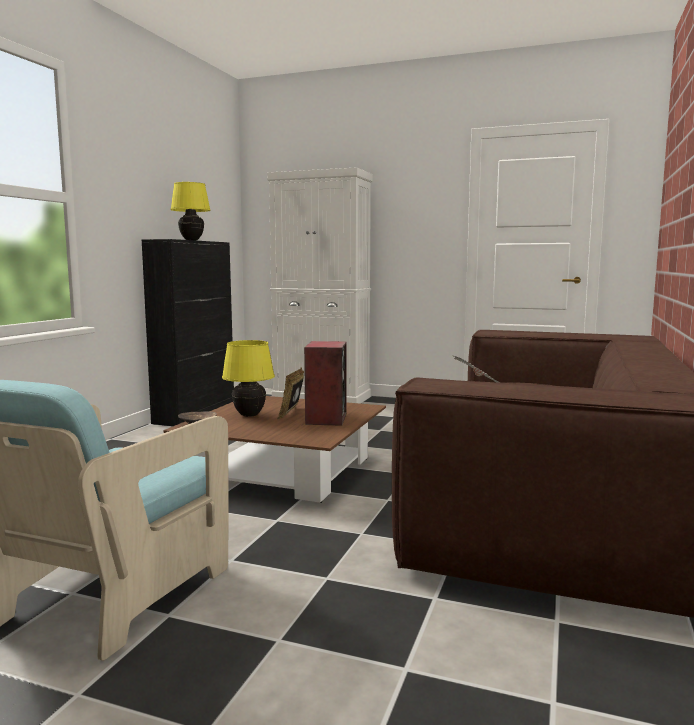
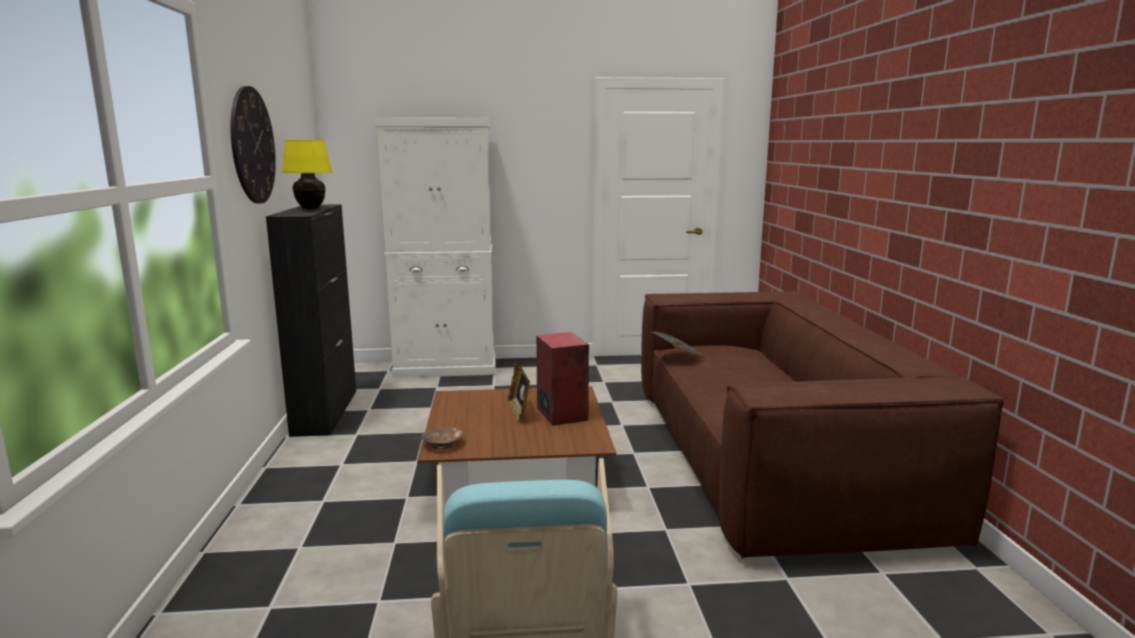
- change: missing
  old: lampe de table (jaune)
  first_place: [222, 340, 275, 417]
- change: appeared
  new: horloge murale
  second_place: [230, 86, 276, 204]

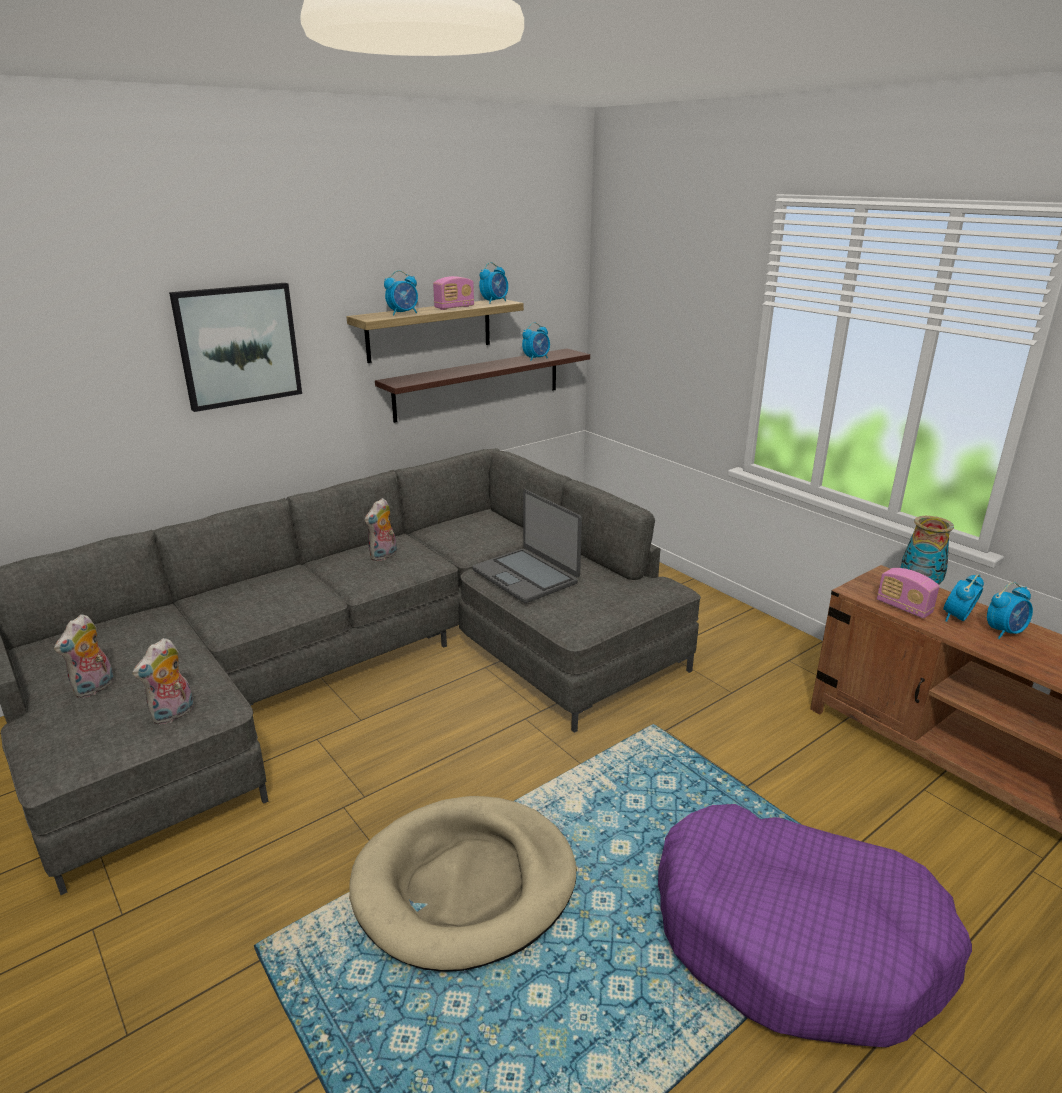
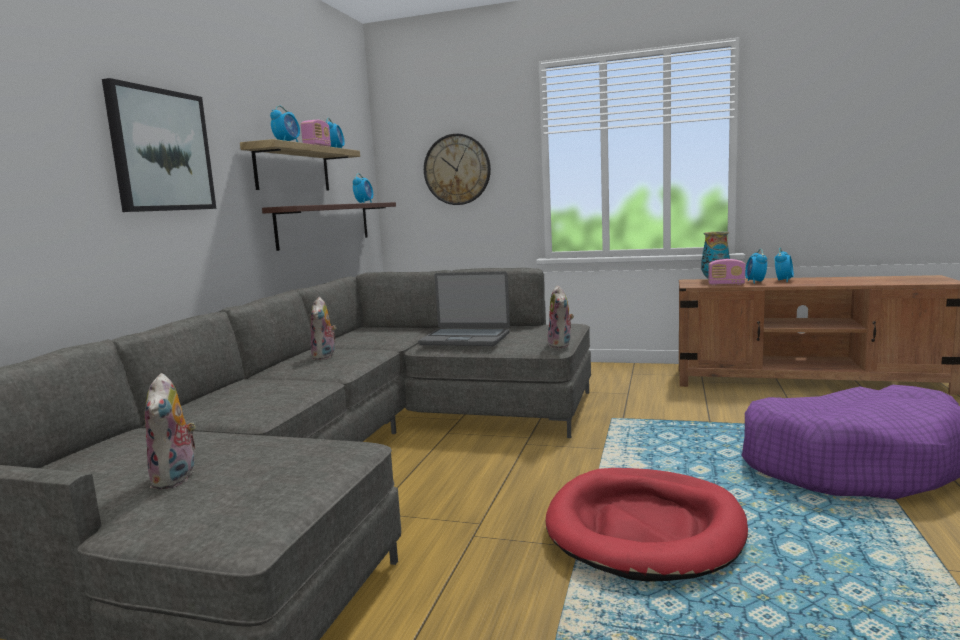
- change: relocated
  old: peluche
  first_place: [132, 638, 194, 725]
  second_place: [548, 285, 574, 348]
- change: colour
  old: panier pour chien (beige)
  new: panier pour chien (rouge)
  first_place: [349, 796, 576, 972]
  second_place: [546, 468, 748, 582]
- change: appeared
  new: horloge murale
  second_place: [424, 134, 491, 205]

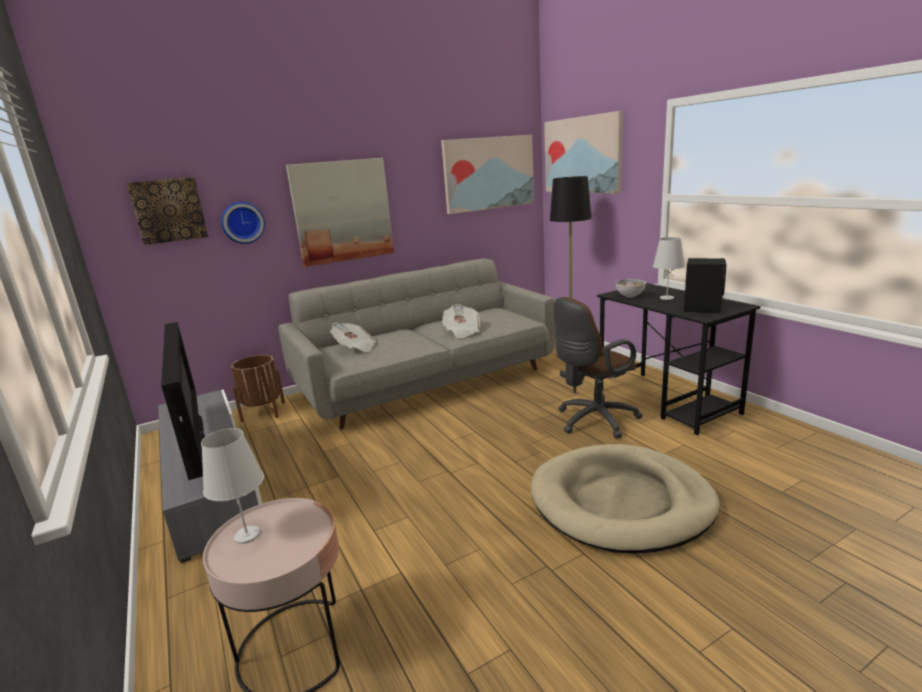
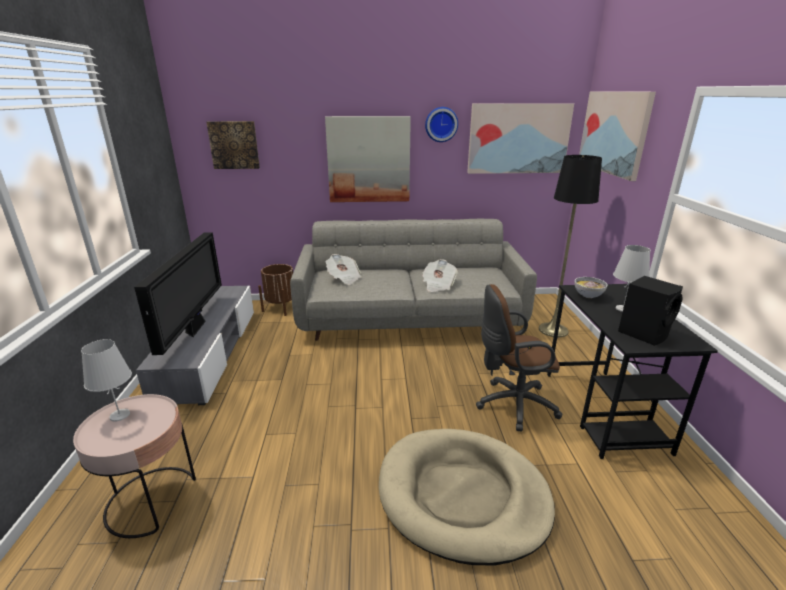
- change: relocated
  old: horloge murale
  first_place: [221, 202, 265, 244]
  second_place: [425, 107, 458, 142]

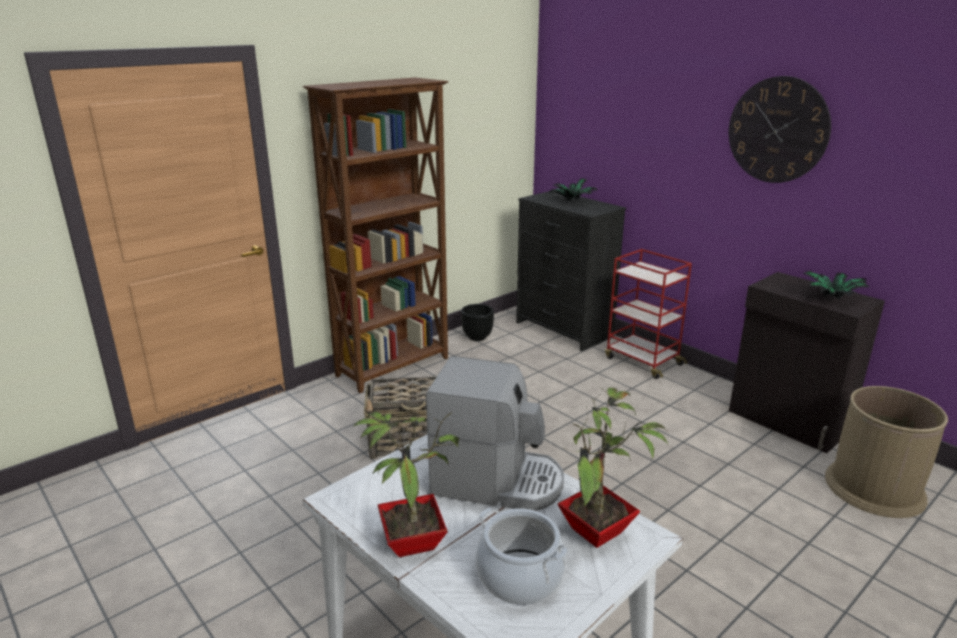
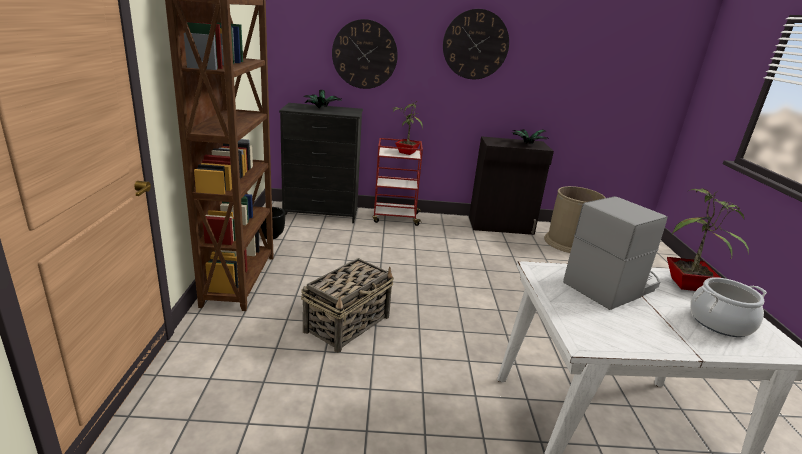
- change: relocated
  old: plante en pot
  first_place: [354, 409, 459, 557]
  second_place: [391, 100, 423, 155]
- change: appeared
  new: horloge murale
  second_place: [332, 19, 398, 89]

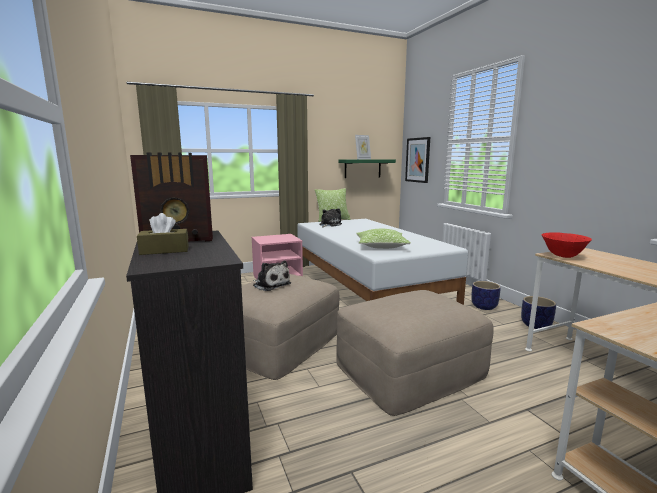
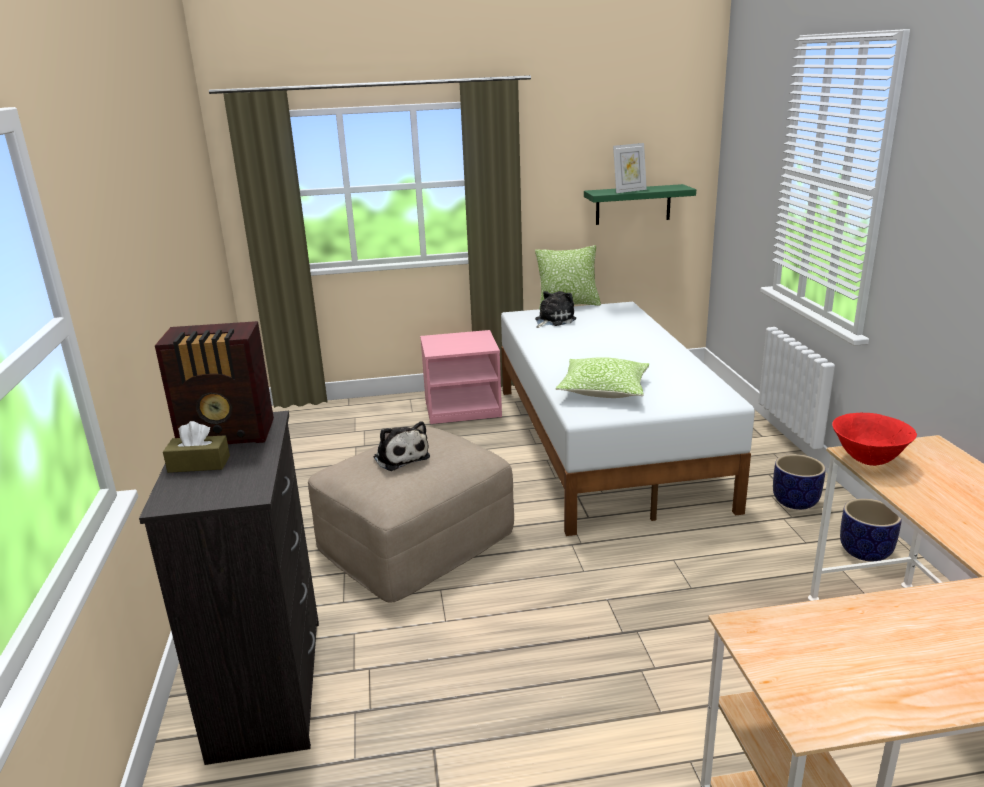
- change: missing
  old: tableau
  first_place: [405, 137, 430, 183]
- change: missing
  old: pouf (beige)
  first_place: [336, 290, 494, 416]

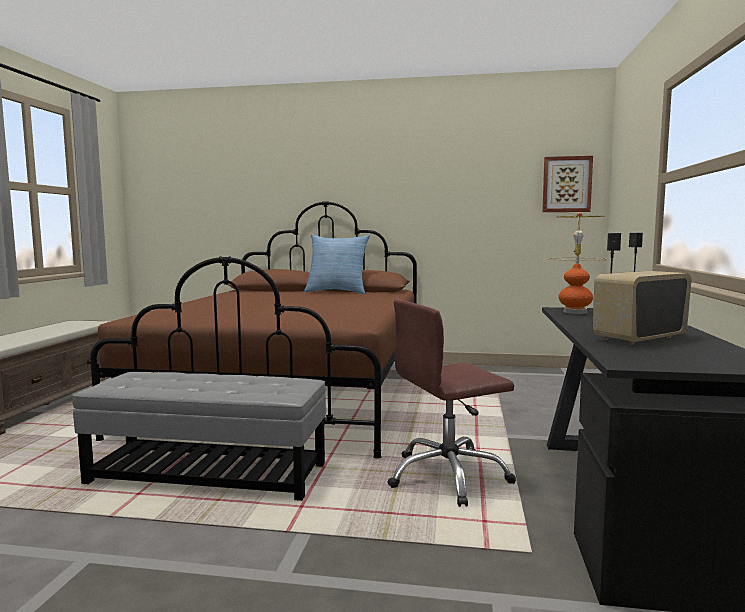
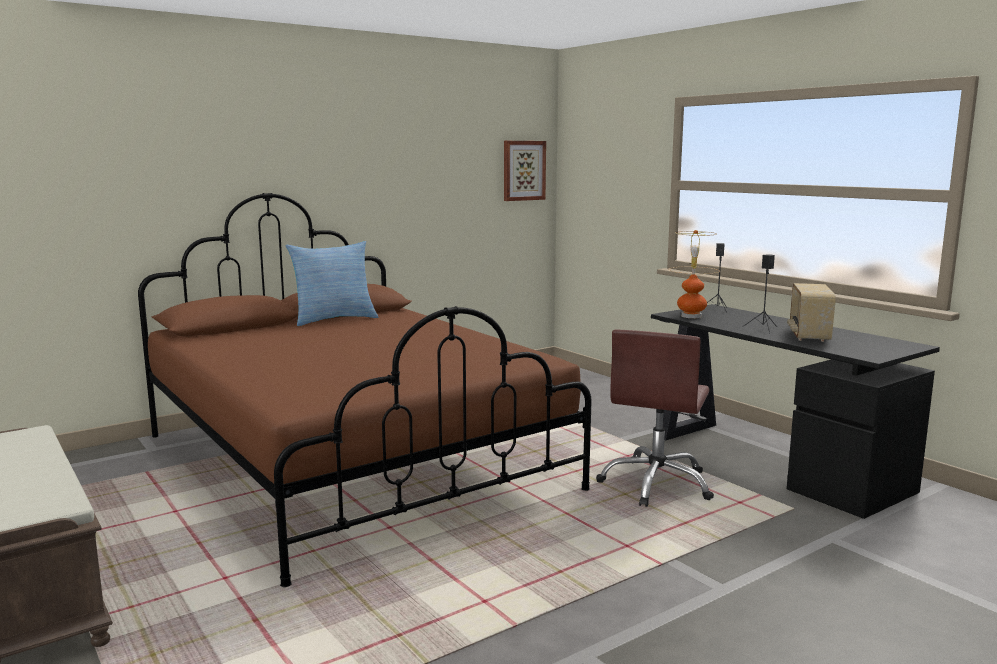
- change: missing
  old: pouf (gris)
  first_place: [72, 372, 326, 501]

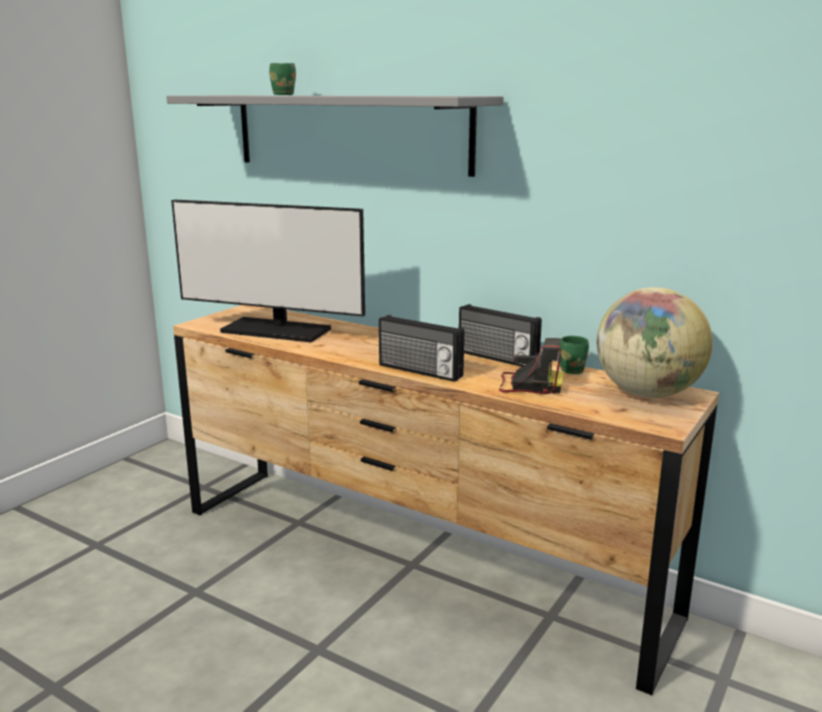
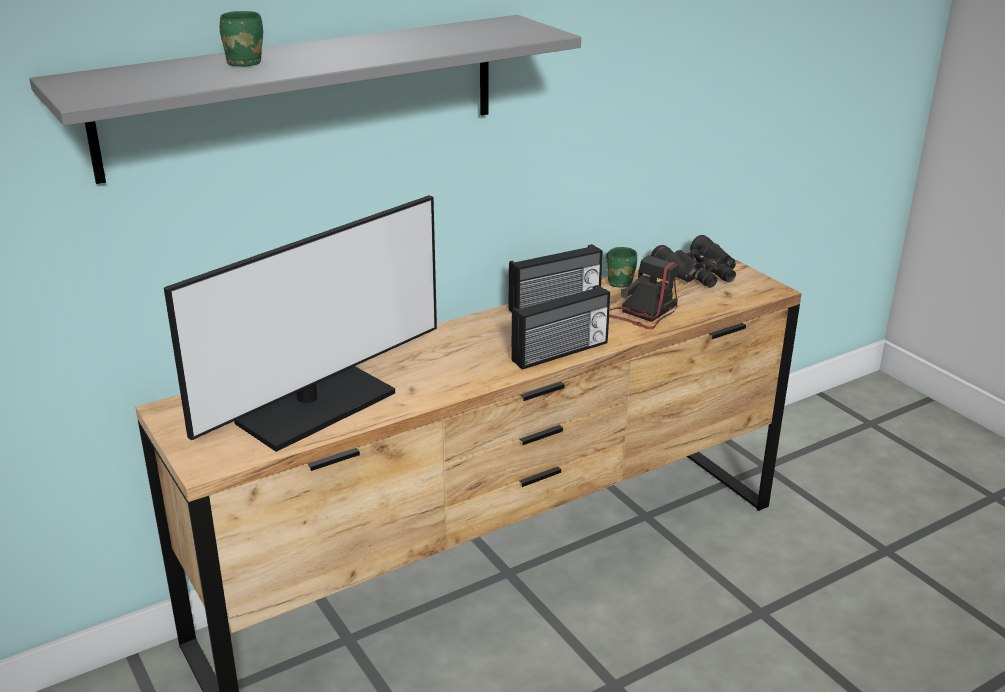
- change: exchanged
  old: globe
  new: jumelles (noir)
  first_place: [597, 287, 713, 398]
  second_place: [651, 235, 736, 288]

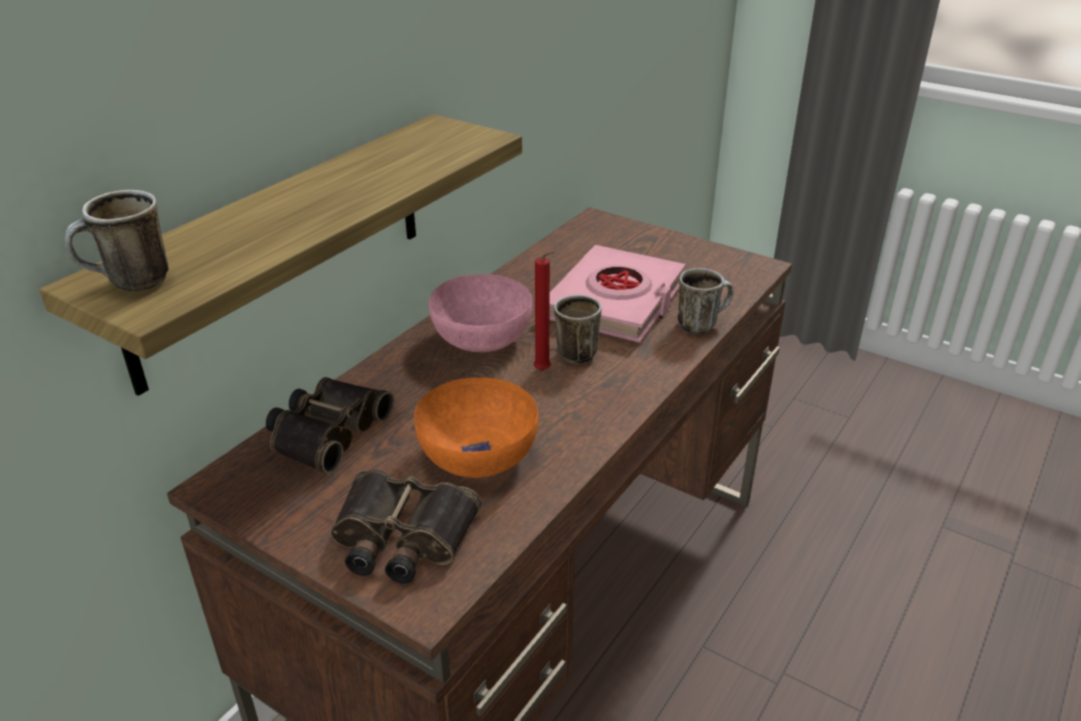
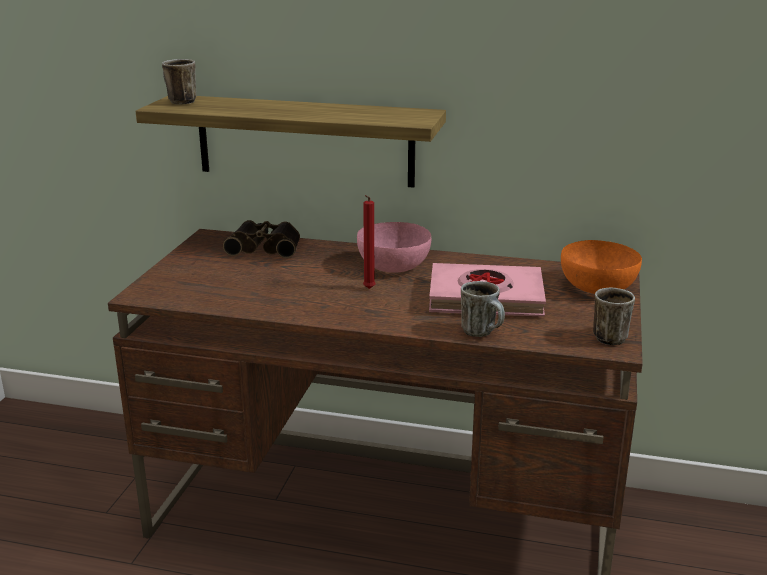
- change: relocated
  old: mug
  first_place: [554, 294, 602, 364]
  second_place: [593, 288, 635, 345]
- change: relocated
  old: bol (orange)
  first_place: [414, 378, 538, 478]
  second_place: [561, 240, 642, 294]
- change: missing
  old: jumelles
  first_place: [330, 470, 481, 584]

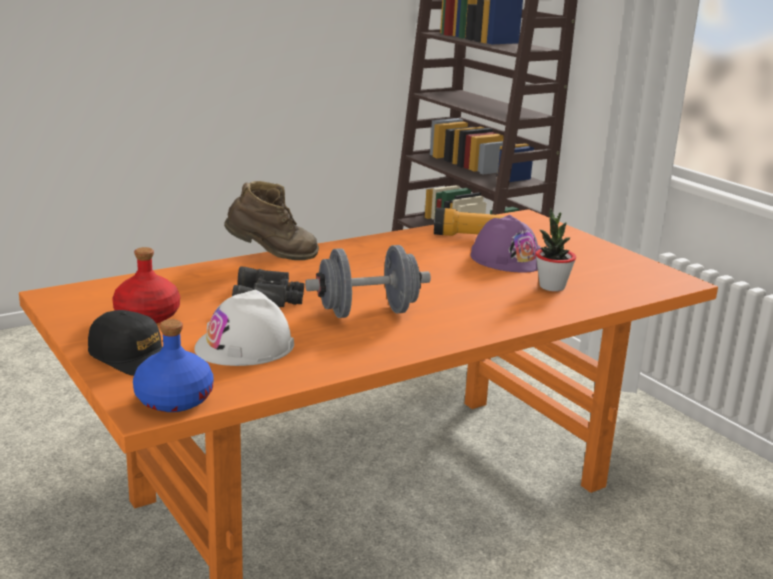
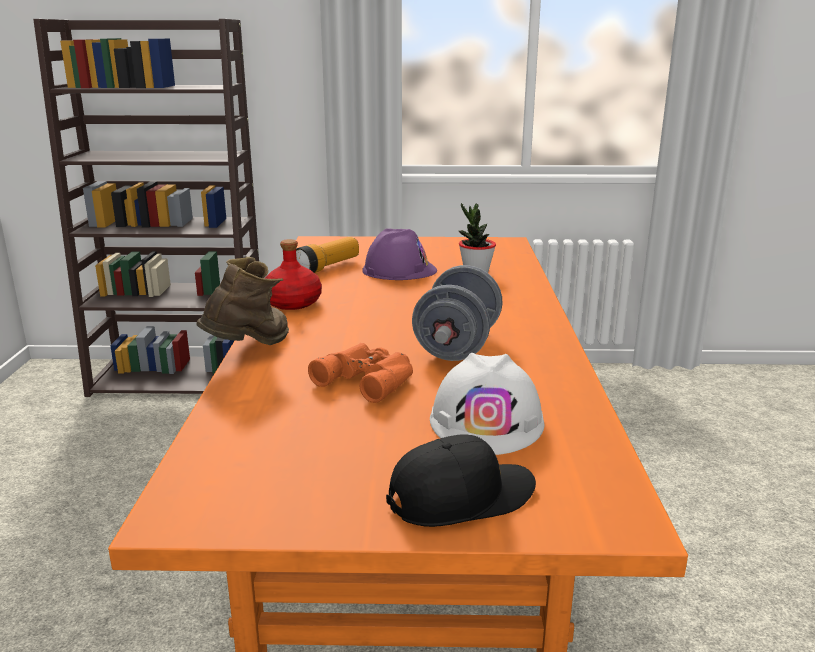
- change: relocated
  old: bouteille (rouge)
  first_place: [113, 247, 180, 323]
  second_place: [265, 239, 322, 310]
- change: colour
  old: jumelles (noir)
  new: jumelles (orange)
  first_place: [232, 266, 304, 307]
  second_place: [308, 343, 413, 403]
- change: missing
  old: bouteille (bleu)
  first_place: [133, 319, 213, 412]

